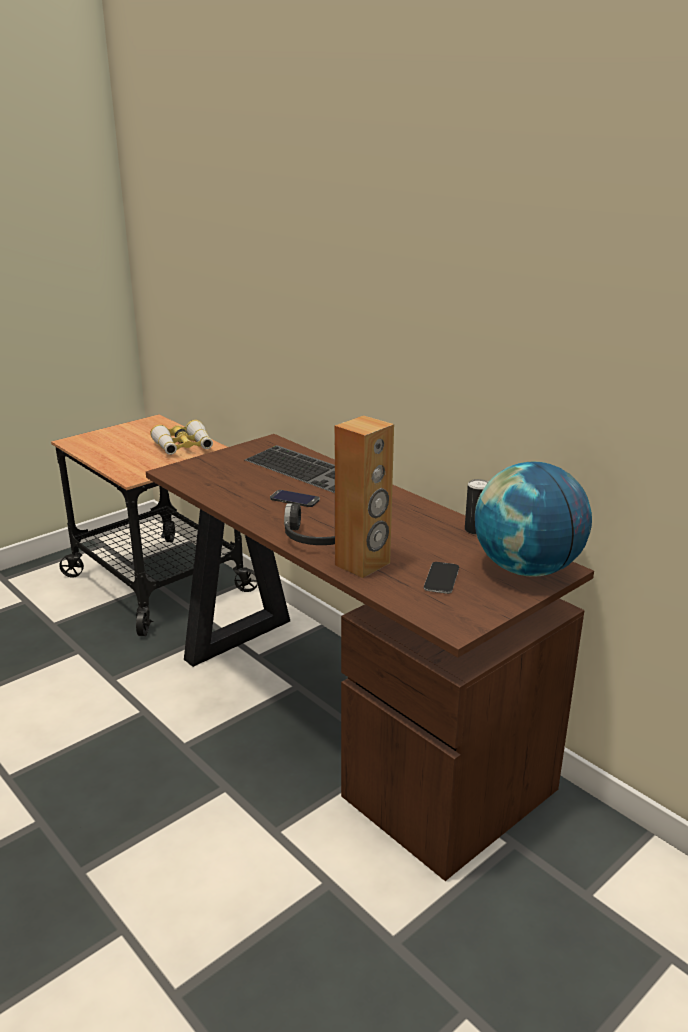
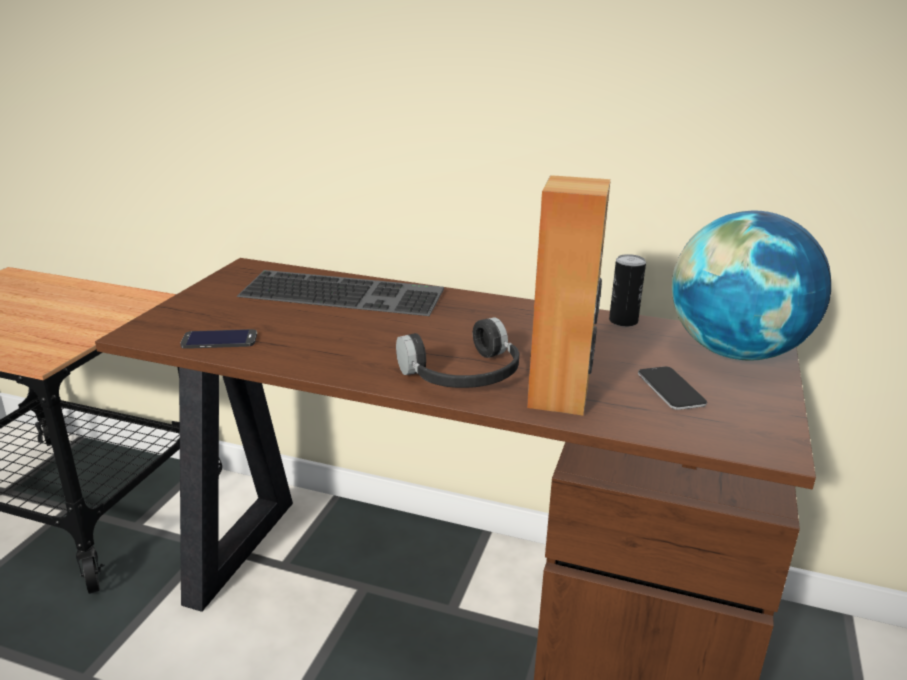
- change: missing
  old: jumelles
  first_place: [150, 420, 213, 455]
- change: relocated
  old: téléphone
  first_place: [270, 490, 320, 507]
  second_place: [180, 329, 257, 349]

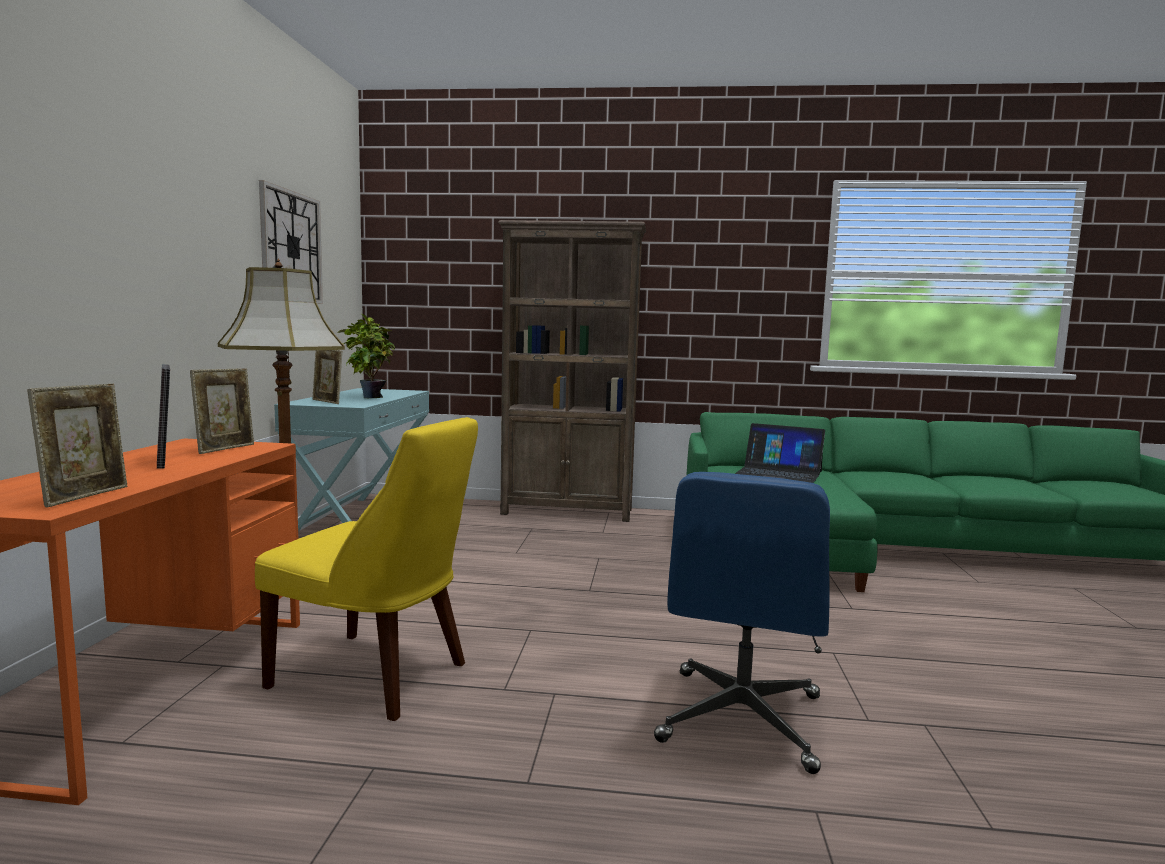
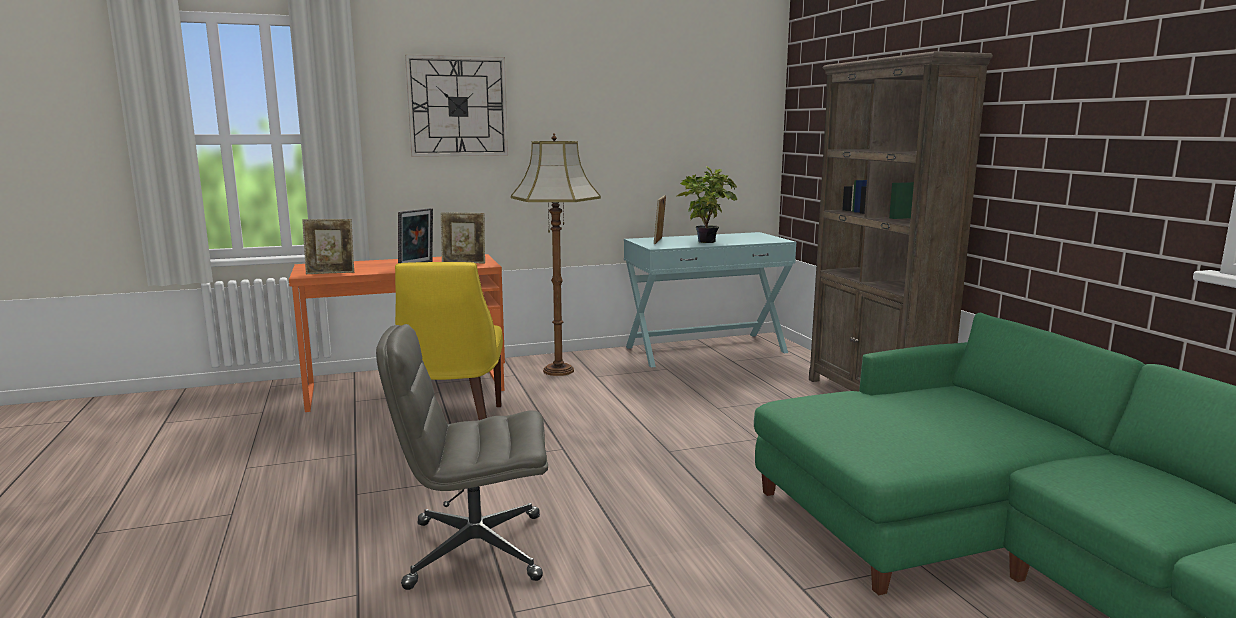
- change: relocated
  old: horloge murale
  first_place: [259, 180, 323, 304]
  second_place: [405, 55, 508, 157]
- change: missing
  old: ordinateur portable
  first_place: [735, 423, 825, 483]
- change: colour
  old: chaise de bureau (bleu)
  new: chaise de bureau (gris)
  first_place: [654, 472, 830, 774]
  second_place: [376, 324, 548, 590]

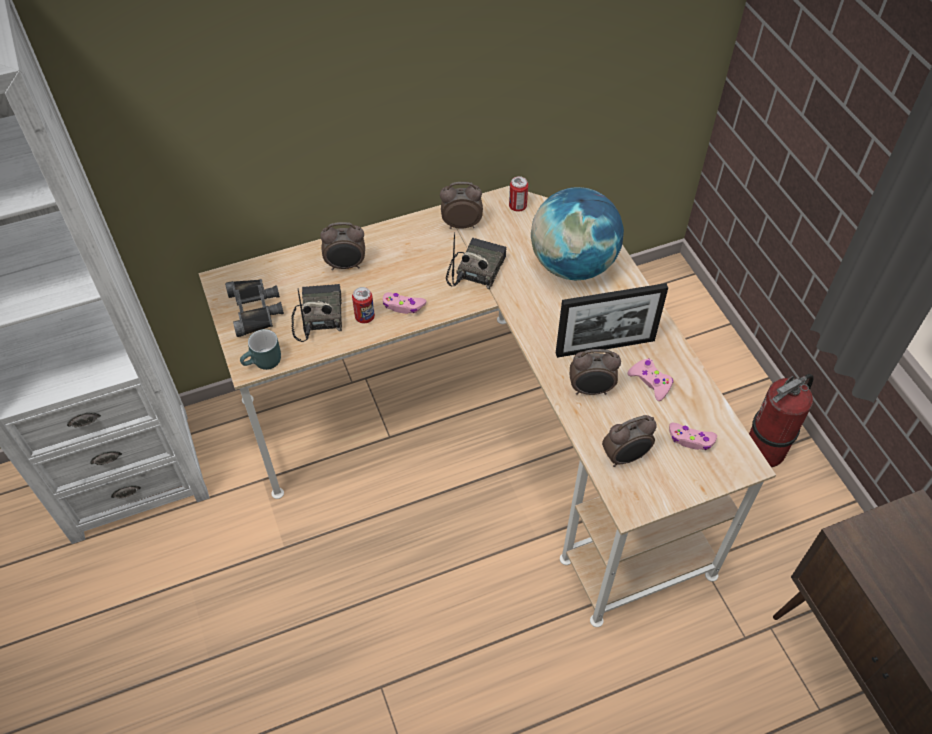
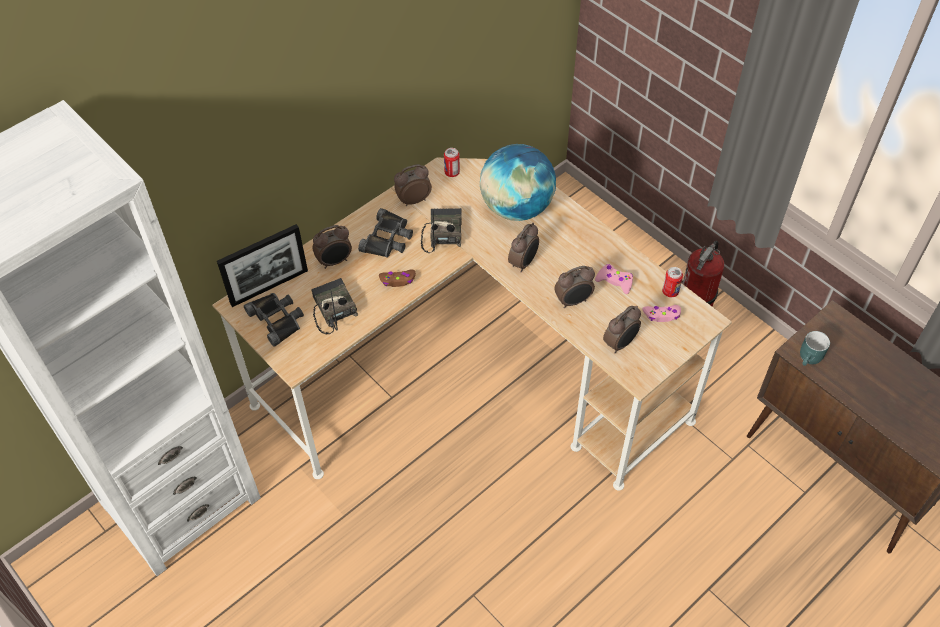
- change: relocated
  old: cadre photo
  first_place: [556, 283, 668, 358]
  second_place: [217, 224, 308, 307]
- change: relocated
  old: boîte métallique
  first_place: [352, 287, 375, 323]
  second_place: [662, 267, 683, 297]
- change: colour
  old: manette (rose)
  new: manette (marron)
  first_place: [383, 292, 426, 314]
  second_place: [379, 270, 416, 287]
- change: relocated
  old: mug (turquoise)
  first_place: [240, 329, 281, 370]
  second_place: [800, 331, 830, 366]
- change: appeared
  new: jumelles (noir)
  second_place: [358, 208, 413, 258]
- change: appeared
  new: réveil
  second_place: [508, 223, 539, 273]

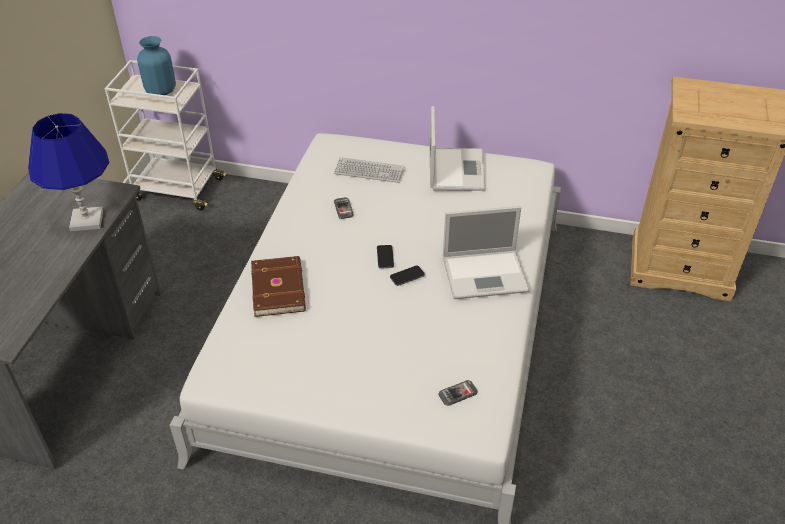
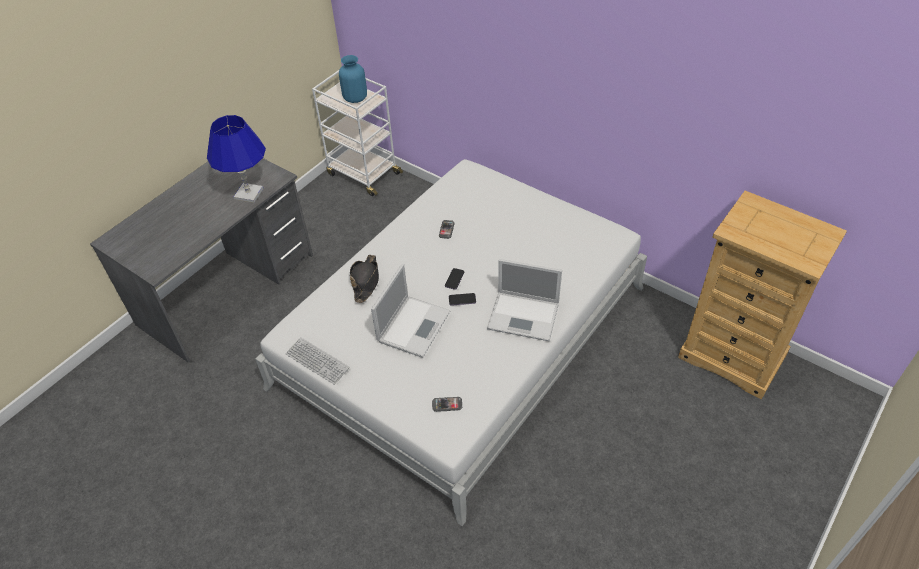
- change: relocated
  old: ordinateur portable
  first_place: [430, 106, 486, 191]
  second_place: [371, 264, 451, 358]
- change: relocated
  old: clavier
  first_place: [334, 157, 405, 183]
  second_place: [286, 337, 350, 385]
- change: exchanged
  old: livre (marron)
  new: chapeau (noir)
  first_place: [251, 256, 306, 317]
  second_place: [350, 254, 379, 303]

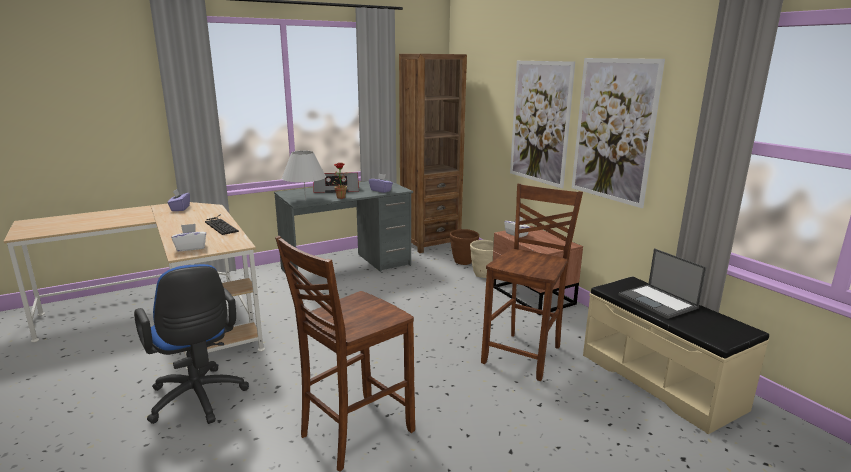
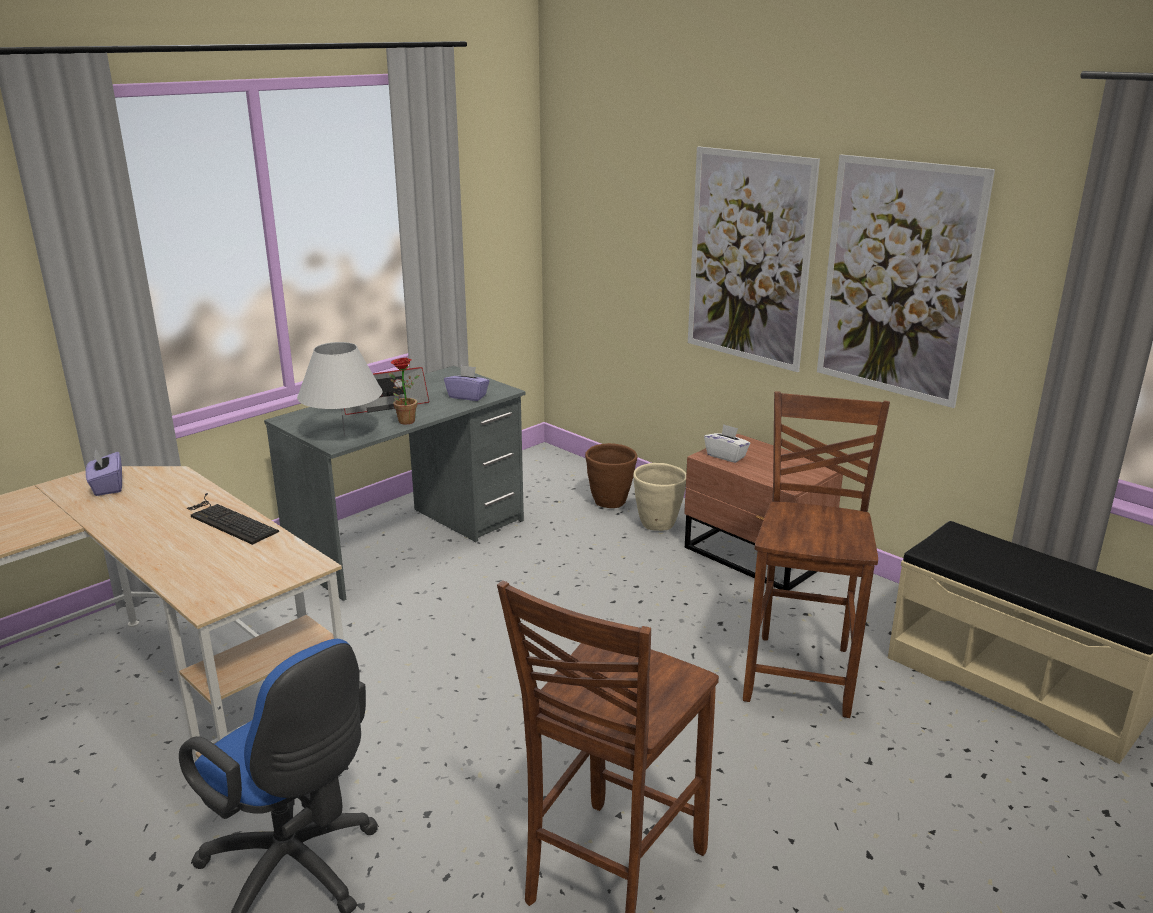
- change: missing
  old: bibliothèque (marron)
  first_place: [399, 54, 467, 253]
- change: missing
  old: boîte à mouchoirs (blanc)
  first_place: [172, 224, 206, 251]
- change: missing
  old: ordinateur portable
  first_place: [618, 248, 706, 319]

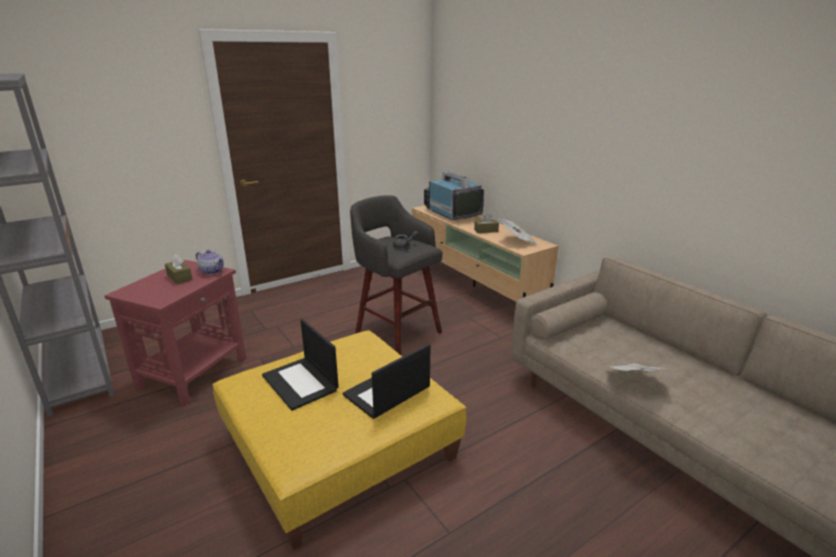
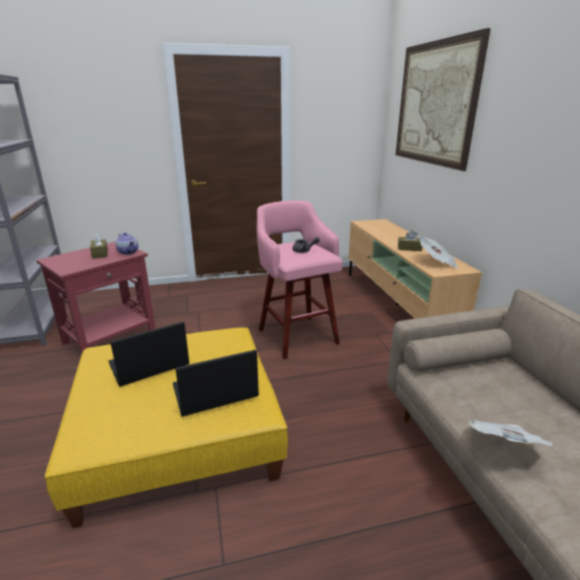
- change: missing
  old: téléviseur
  first_place: [424, 171, 484, 220]
- change: colour
  old: tabouret (gris)
  new: tabouret (rose)
  first_place: [350, 195, 442, 355]
  second_place: [257, 201, 343, 359]
- change: spun
  old: ordinateur portable
  first_place: [262, 319, 339, 411]
  second_place: [108, 322, 189, 387]
  degrees: 75
- change: appeared
  new: tableau
  second_place: [396, 28, 491, 171]

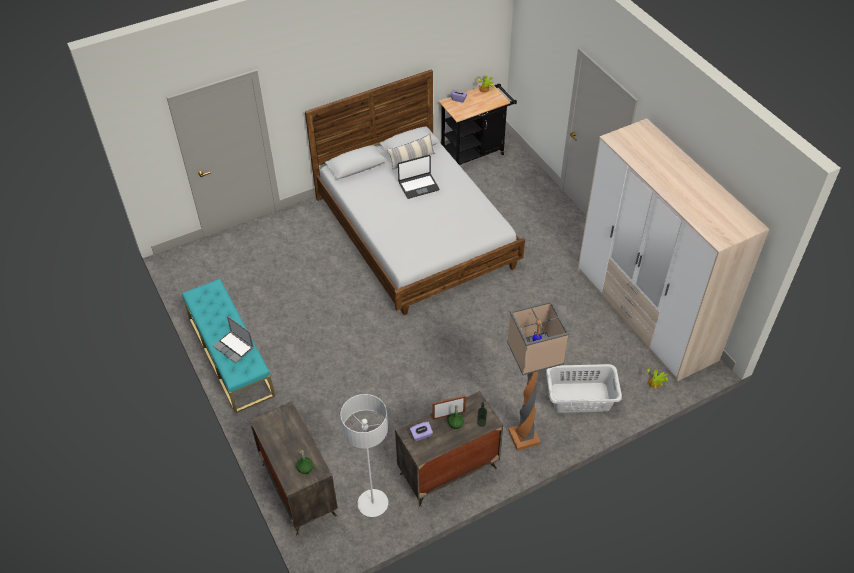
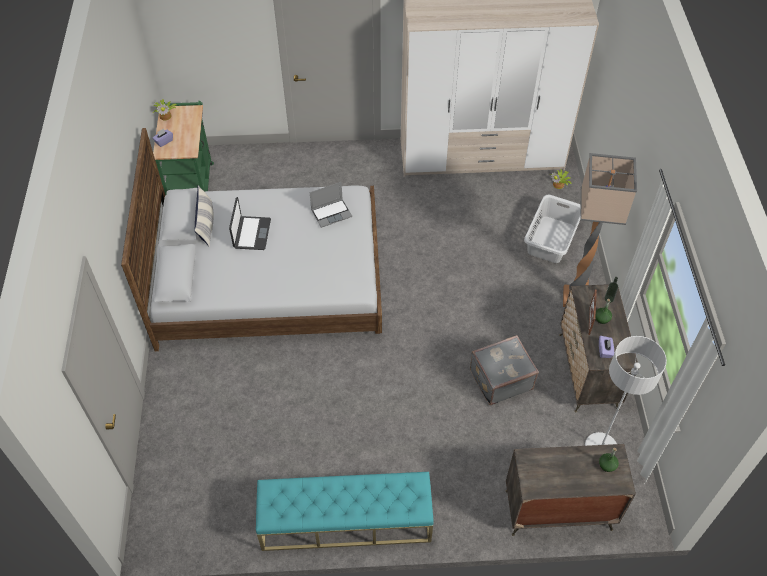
- change: colour
  old: chariot (noir)
  new: chariot (vert)
  first_place: [439, 84, 517, 165]
  second_place: [153, 101, 214, 195]
- change: relocated
  old: ordinateur portable
  first_place: [213, 316, 254, 363]
  second_place: [310, 182, 352, 228]
- change: appeared
  new: valise (gris)
  second_place: [470, 335, 539, 405]

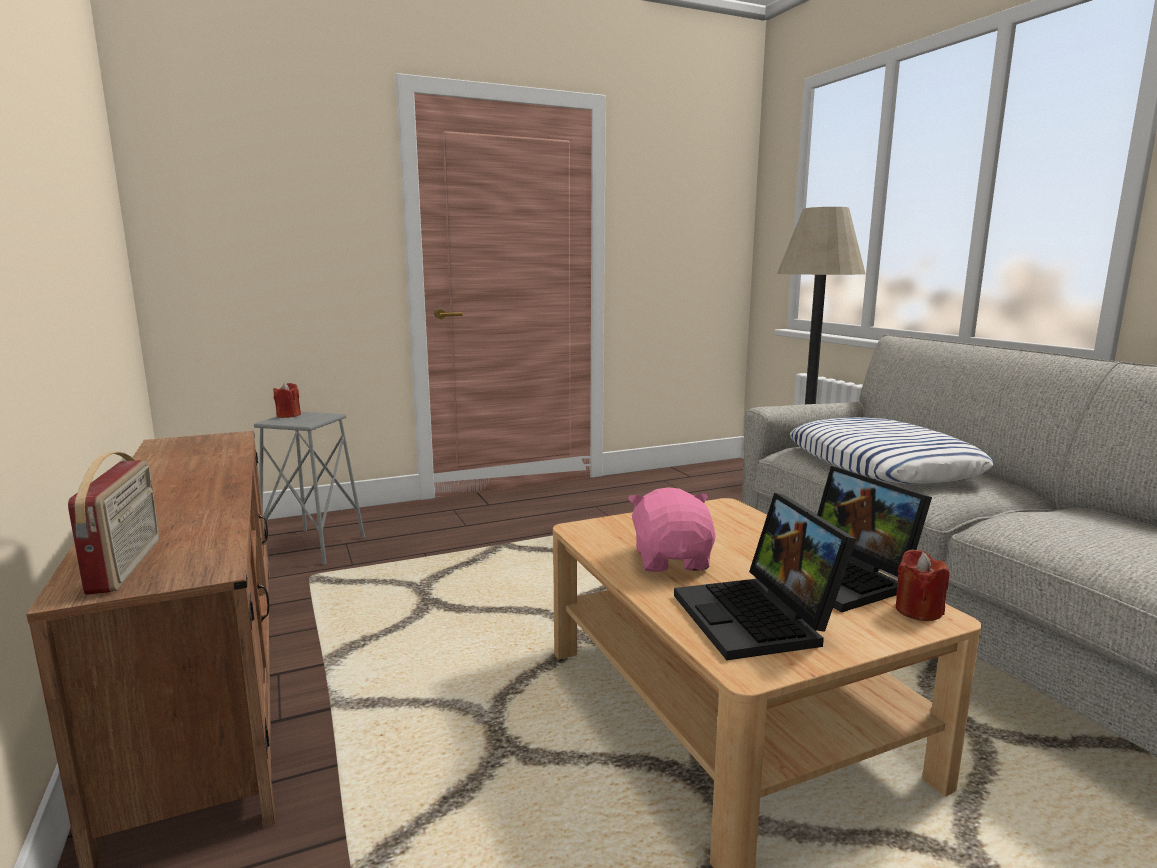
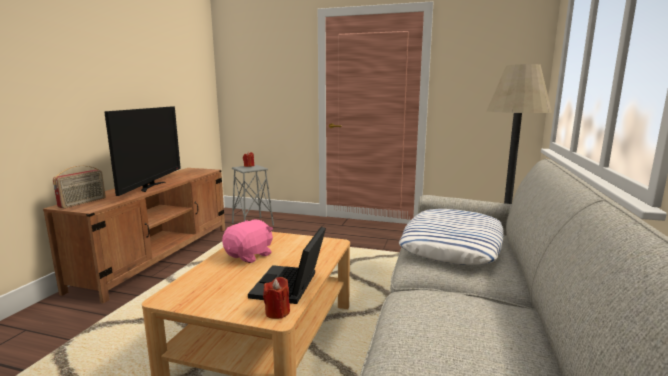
- change: missing
  old: ordinateur portable
  first_place: [674, 493, 857, 660]
- change: appeared
  new: téléviseur
  second_place: [104, 106, 181, 196]

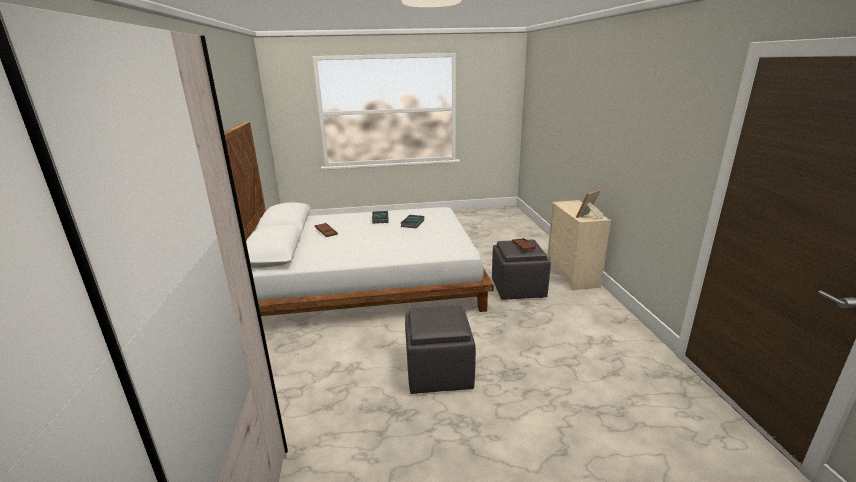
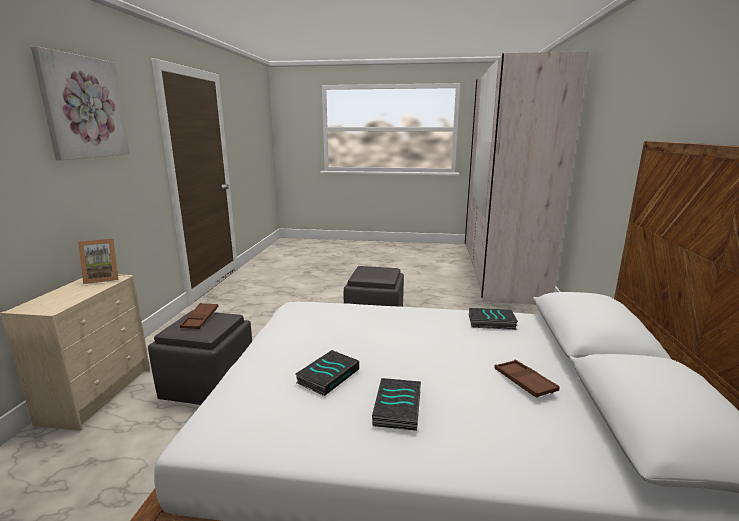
- change: appeared
  new: tableau
  second_place: [31, 46, 130, 160]
- change: appeared
  new: livre
  second_place: [469, 308, 518, 330]

